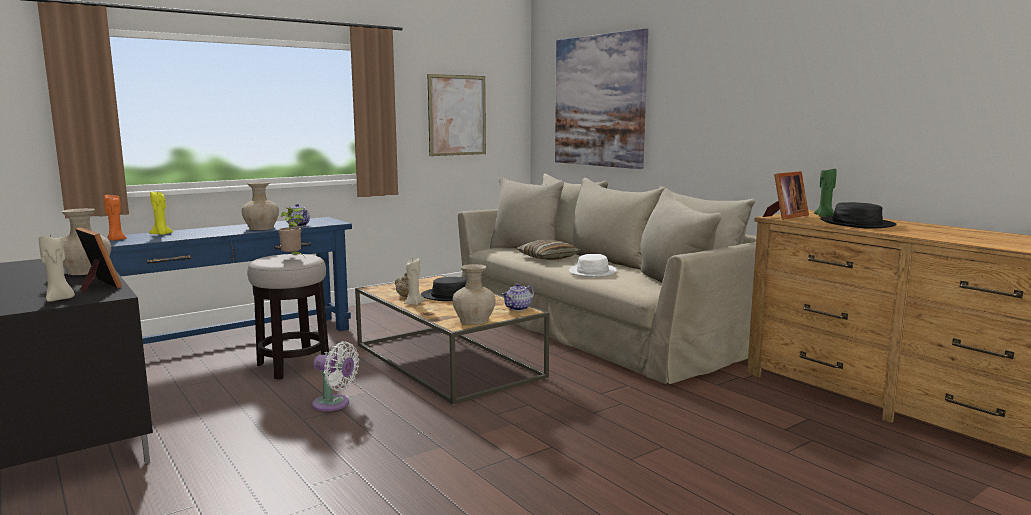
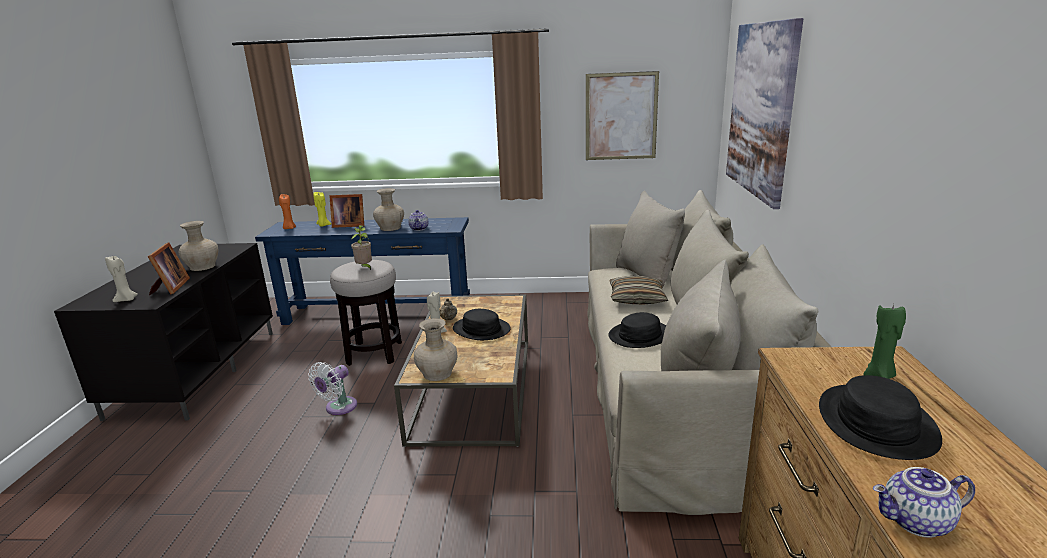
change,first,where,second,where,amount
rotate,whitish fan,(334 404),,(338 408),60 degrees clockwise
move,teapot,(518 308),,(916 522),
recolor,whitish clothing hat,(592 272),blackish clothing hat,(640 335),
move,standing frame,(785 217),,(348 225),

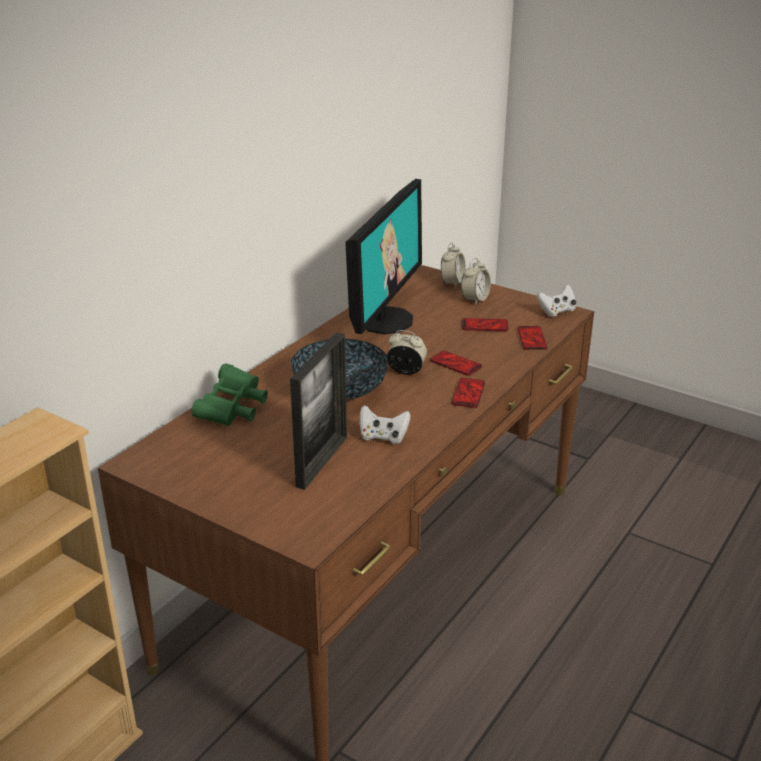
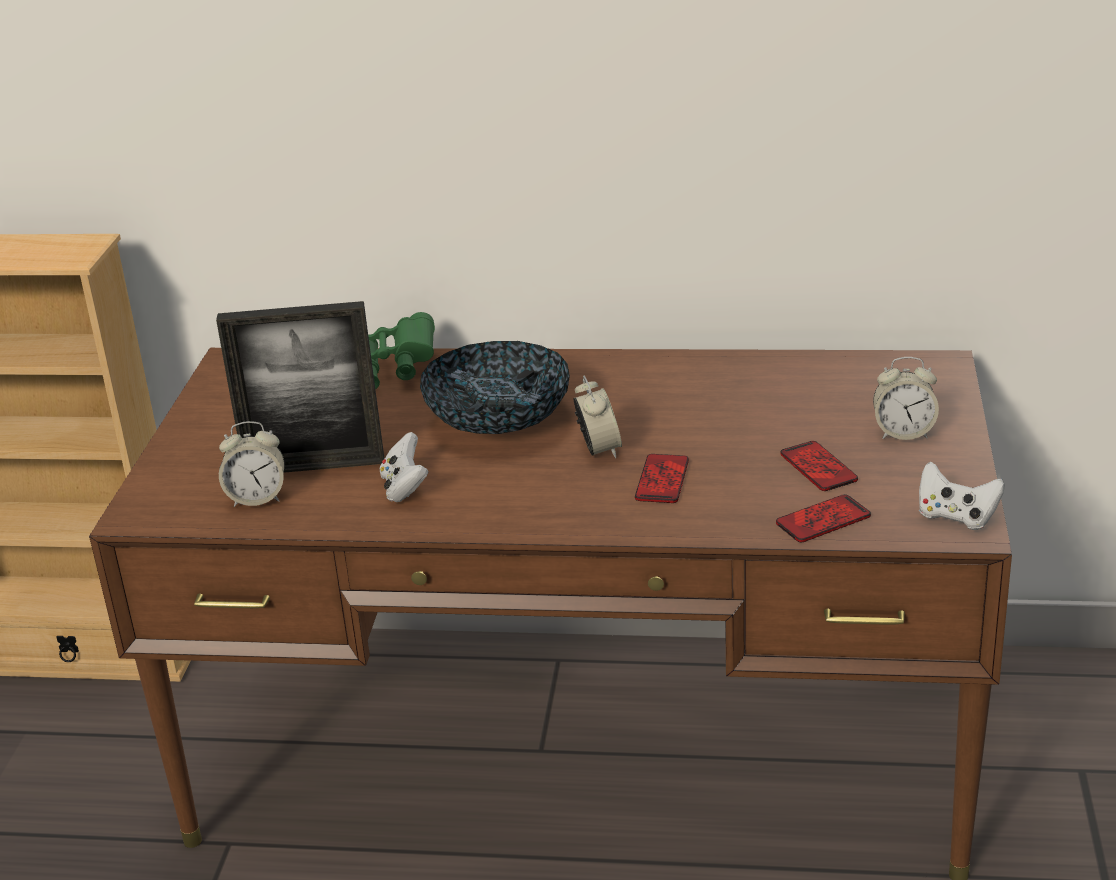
change,first,where,second,where,amount
delete,monitor,(385 320),,,
move,table clock,(452 283),,(257 498),
delete,phone,(468 393),,,

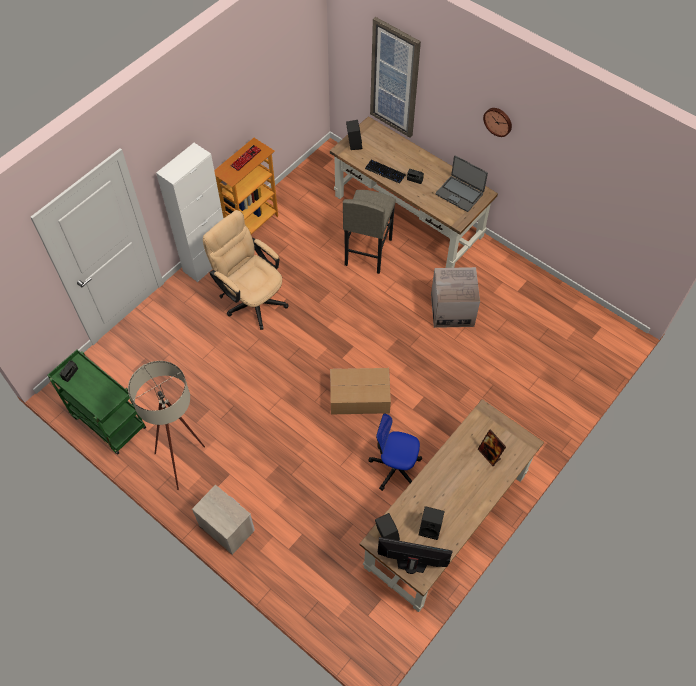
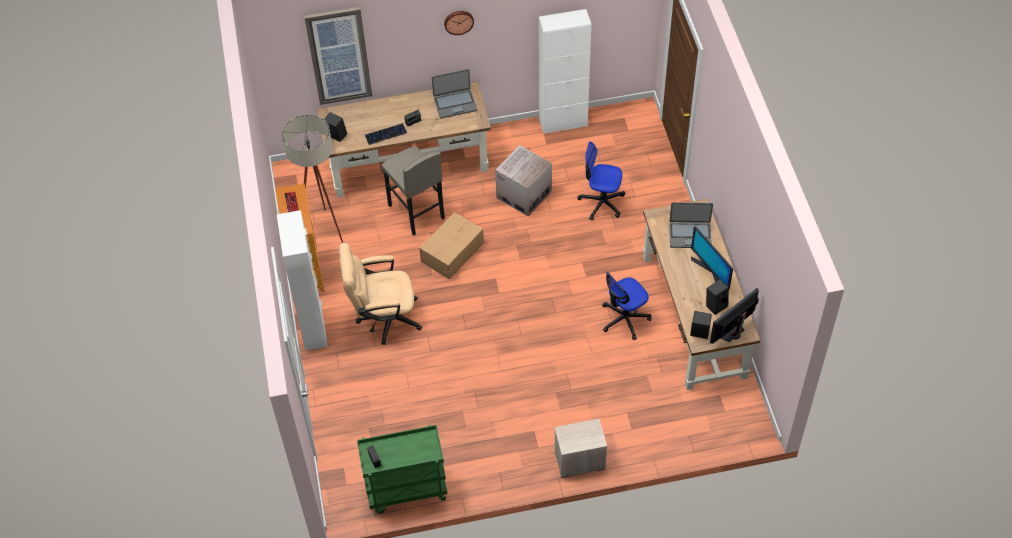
change,first,where,second,where,amount
move,beige-coloured floor lamp,(185 460),,(323 226),
move,packing box,(360 397),,(453 252),
replace,standing frame,(489 454),portable computer,(690 235),
insert,,,whitish cabinet,(563 122),
insert,,,computer chair,(601 202),
insert,,,monitor,(711 272),

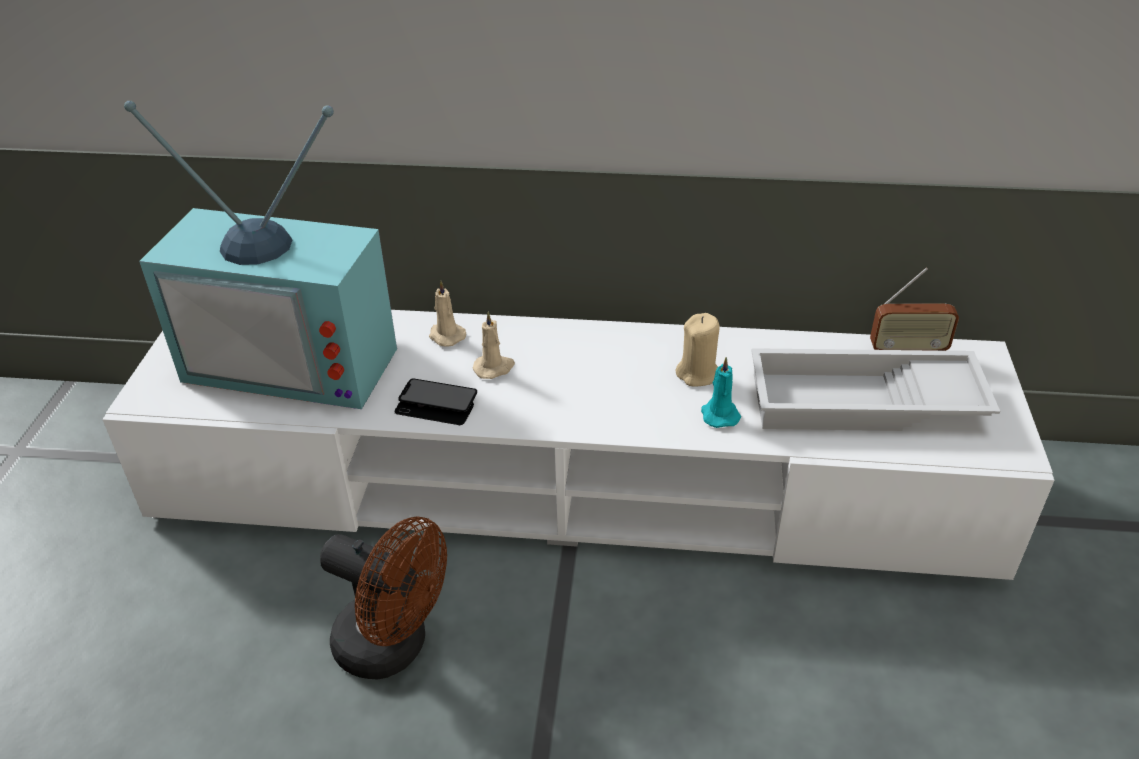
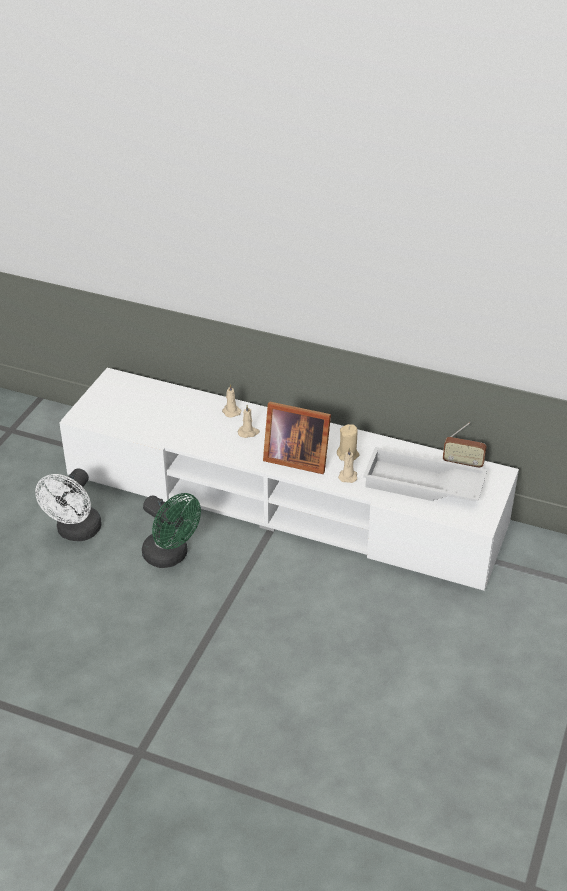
change,first,where,second,where,amount
delete,TV set,(298 359),,,
recolor,brownish fan,(394 647),greenish fan,(171 556),
delete,phone,(436 404),,,
recolor,blue-green wax candle,(719 414),beige-coloured wax candle,(348 476),
insert,,,whitish fan,(76 532),
insert,,,standing frame,(295 458),

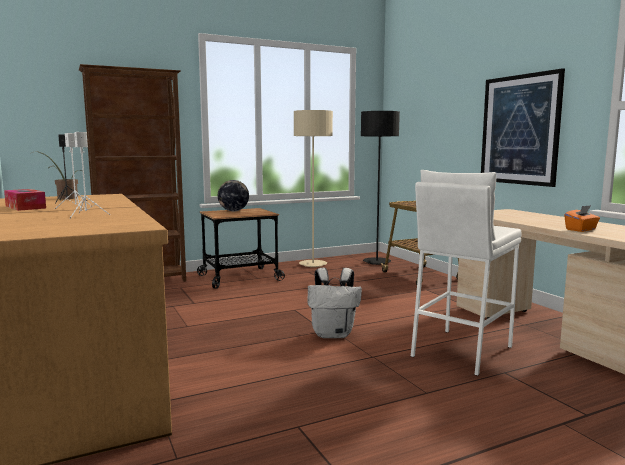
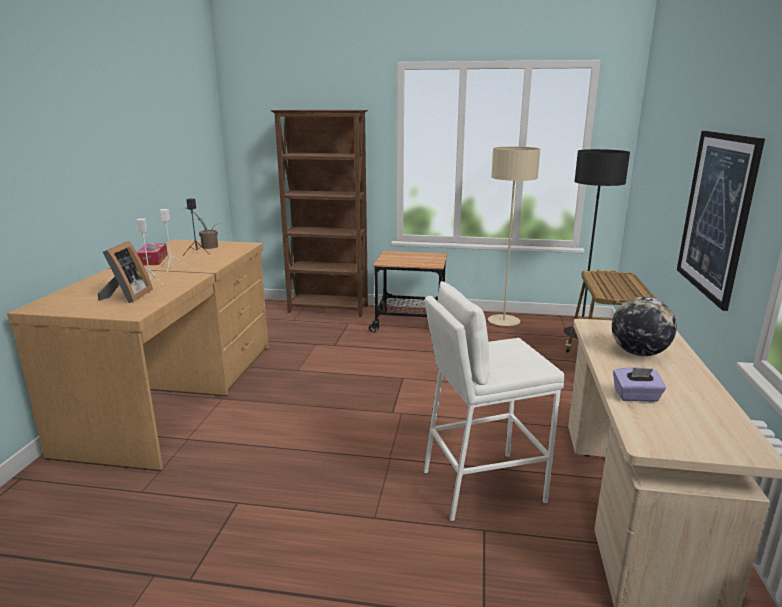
change,first,where,second,where,amount
move,desk globe,(233 211),,(638 353),
delete,whitish knapsack,(333 334),,,
recolor,orange-coloured tissue holder,(581 230),purplish tissue holder,(636 397),
insert,,,standing frame,(127 297),

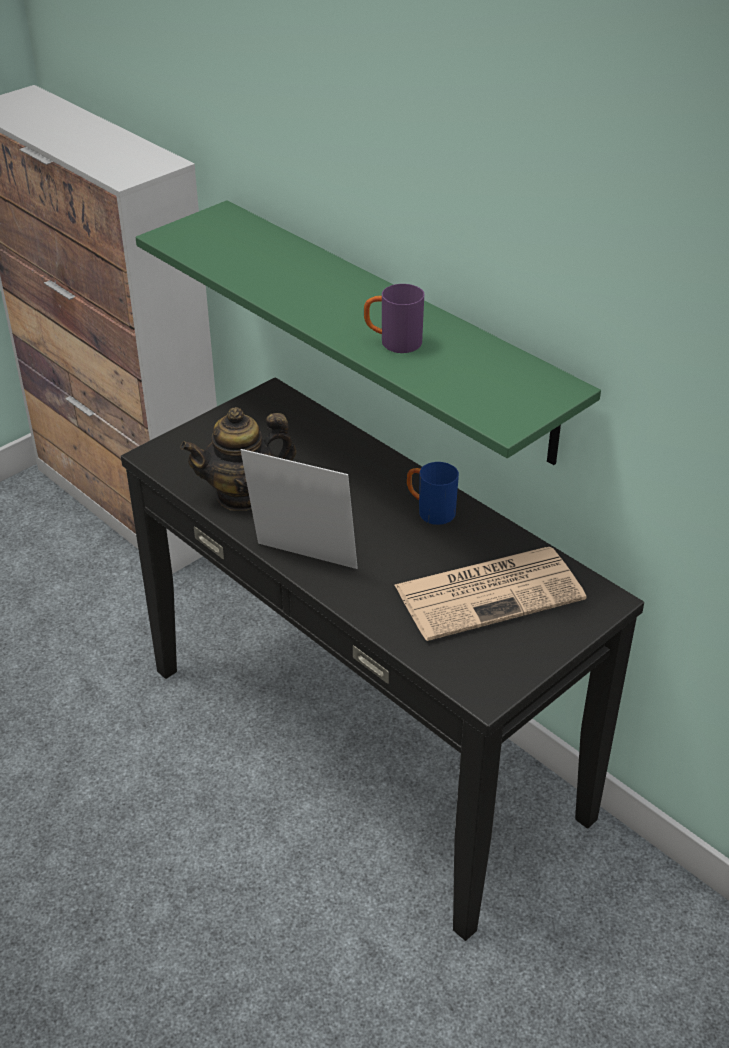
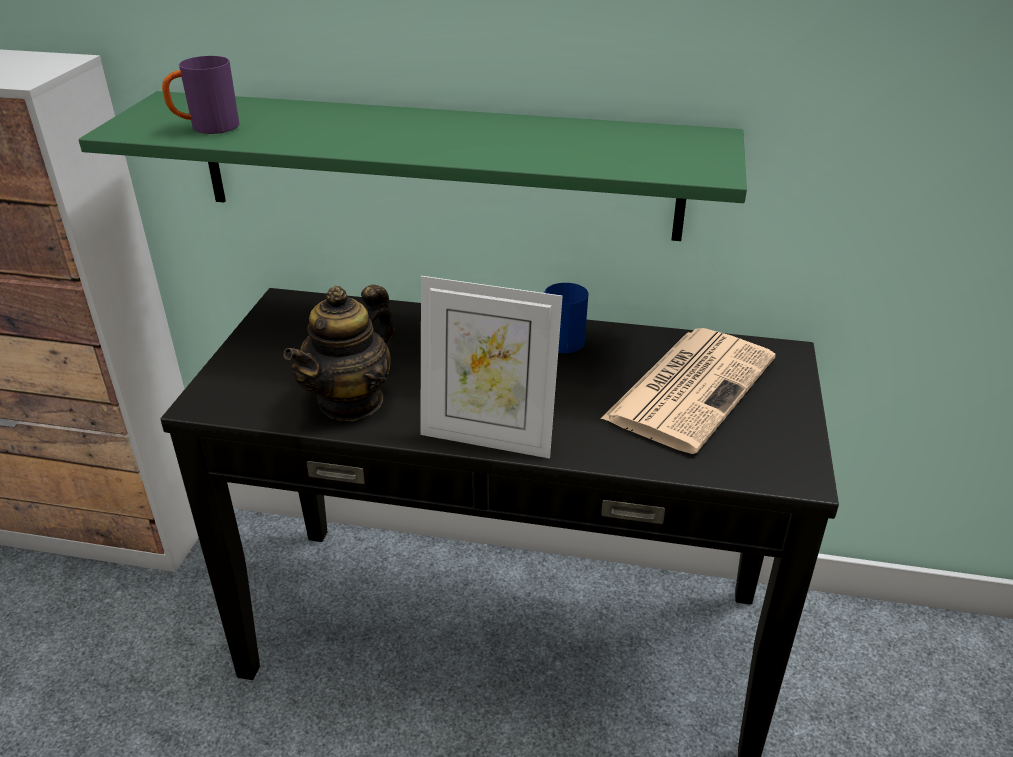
change,first,where,second,where,amount
rotate,standing frame,(302 562),,(488 437),150 degrees counterclockwise
move,purplish mug,(393 343),,(206 128),

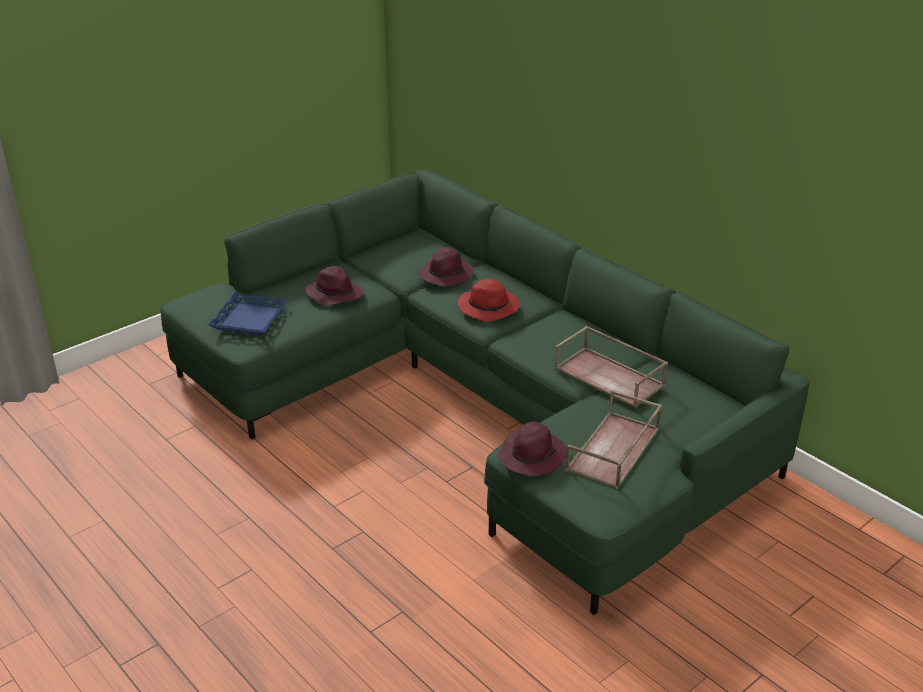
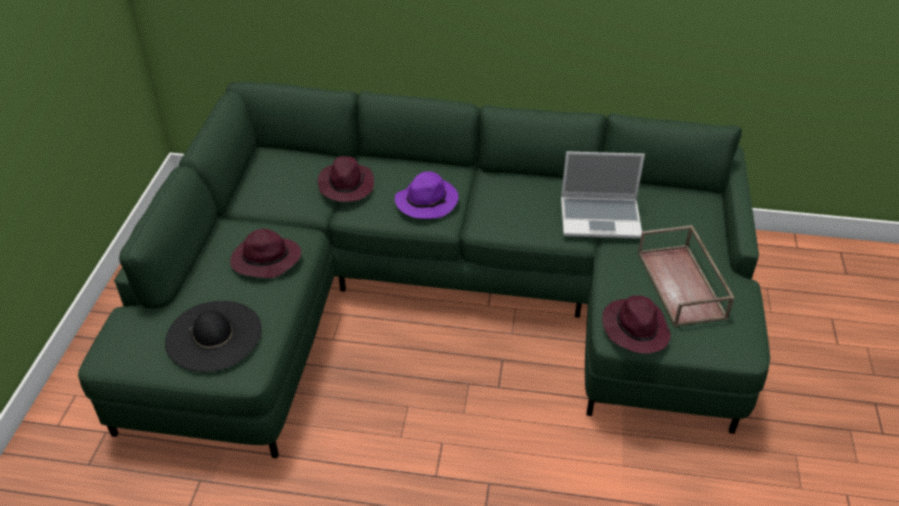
change,first,where,second,where,amount
replace,blue carrying tray,(250 319),blackish clothing hat,(214 335),
recolor,reddish clothing hat,(489 307),purplish clothing hat,(427 201),
replace,brownish carrying tray,(610 377),portable computer,(601 218),

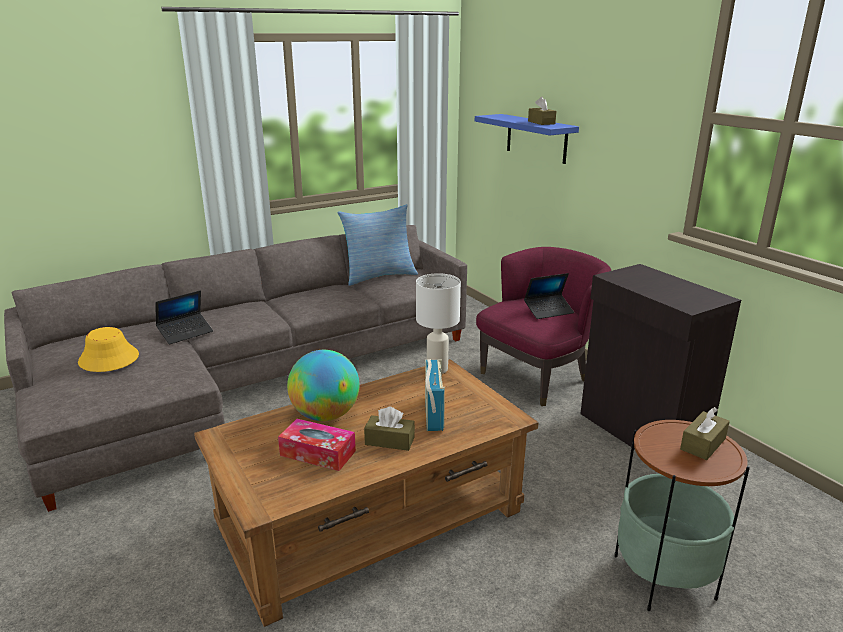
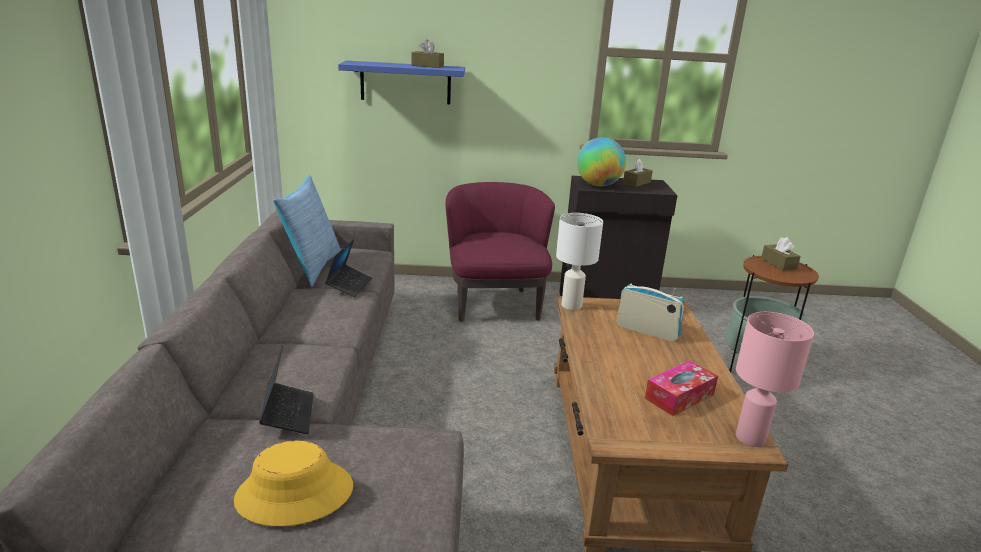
change,first,where,second,where,amount
move,desk globe,(326 415),,(598 185),
move,brownish tissue holder,(389 441),,(636 183),
move,portable computer,(548 311),,(349 285),
insert,,,pink-coloured table lamp,(750 438),

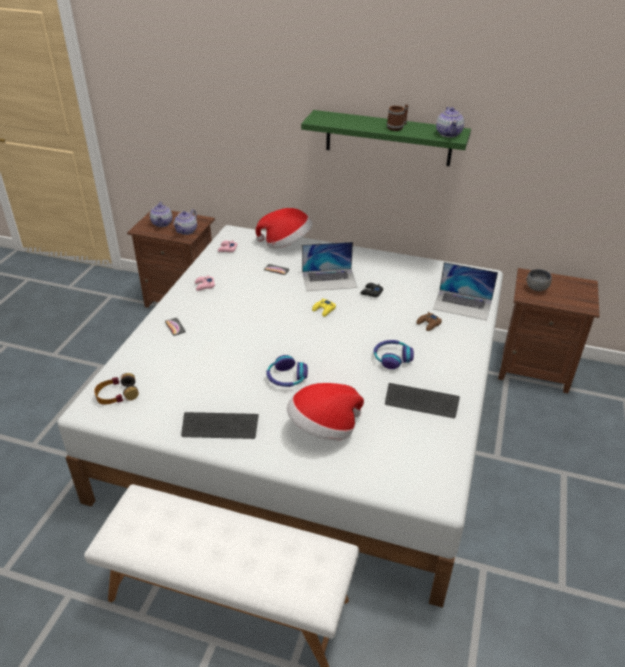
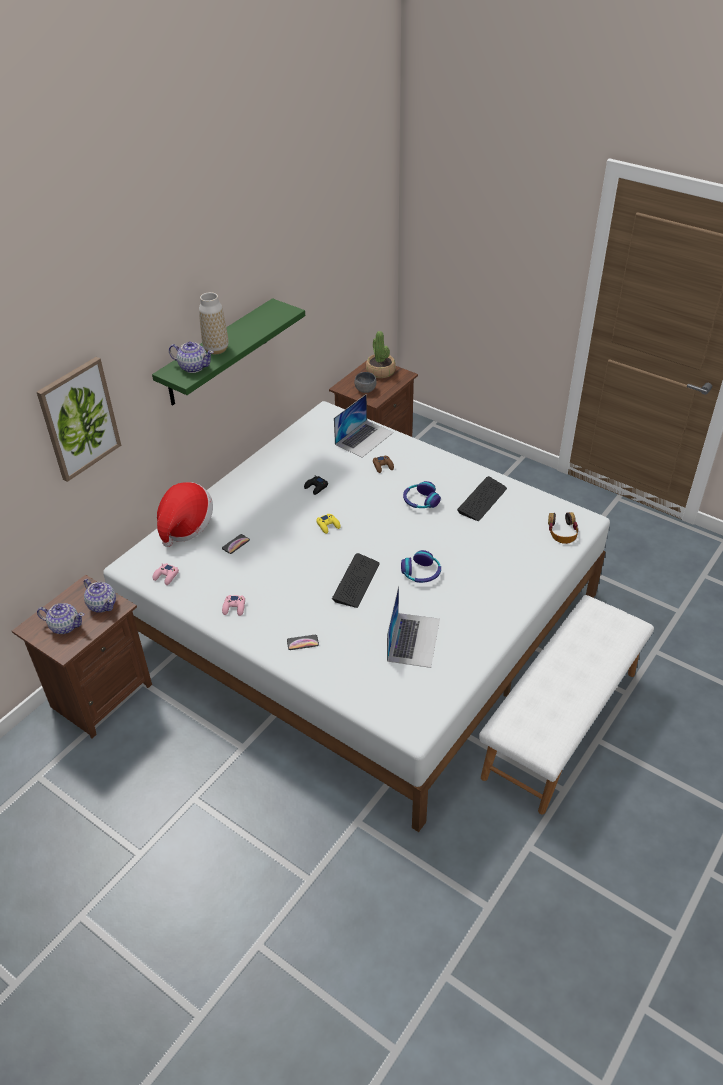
change,first,where,second,where,amount
move,headphones,(117 394),,(562 531),
move,PC keyboard,(220 427),,(356 581),
delete,clothing hat,(323 429),,,
move,portable computer,(329 279),,(413 639),
delete,mug,(397 127),,,
move,teapot,(449 133),,(193 367),
insert,,,picture,(79 419),
insert,,,decorative vase,(216 349),
insert,,,potted plant,(380 371),

